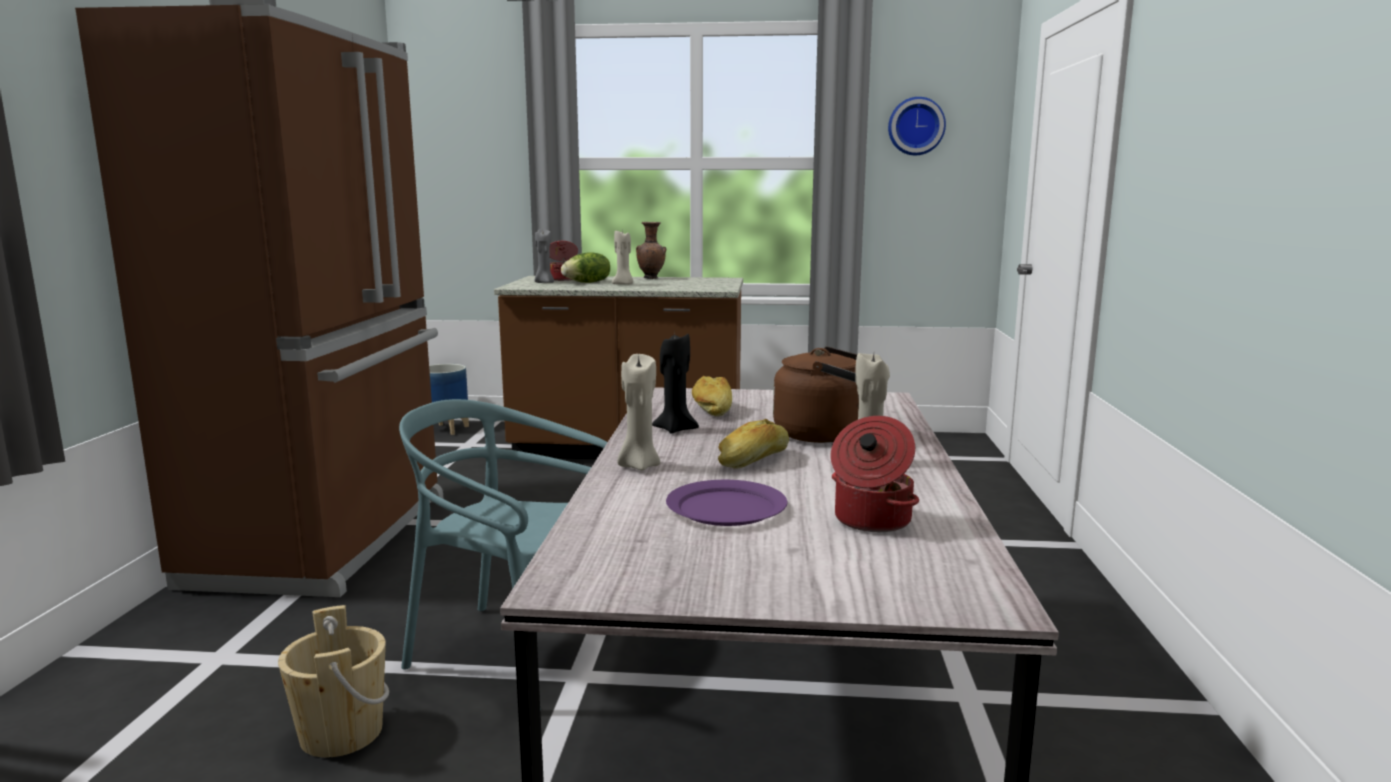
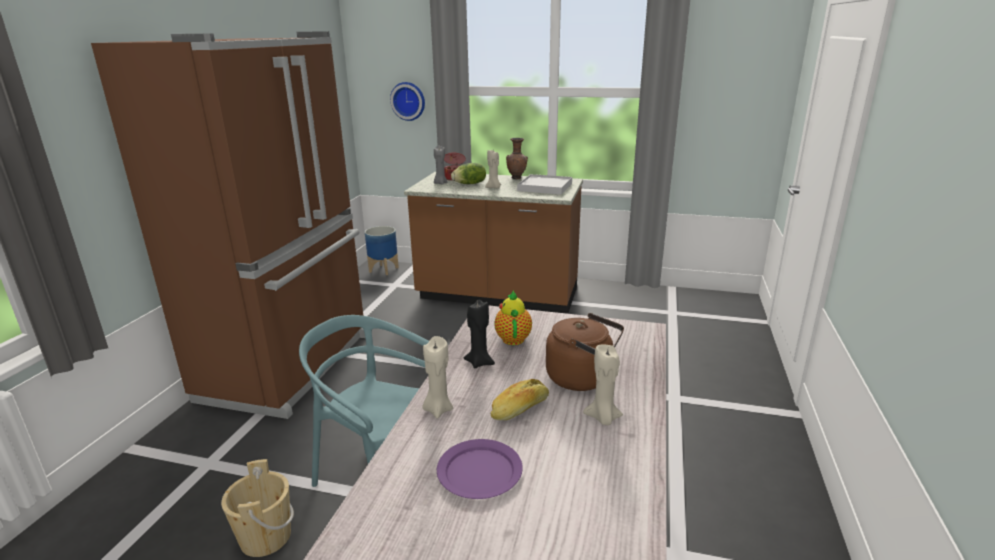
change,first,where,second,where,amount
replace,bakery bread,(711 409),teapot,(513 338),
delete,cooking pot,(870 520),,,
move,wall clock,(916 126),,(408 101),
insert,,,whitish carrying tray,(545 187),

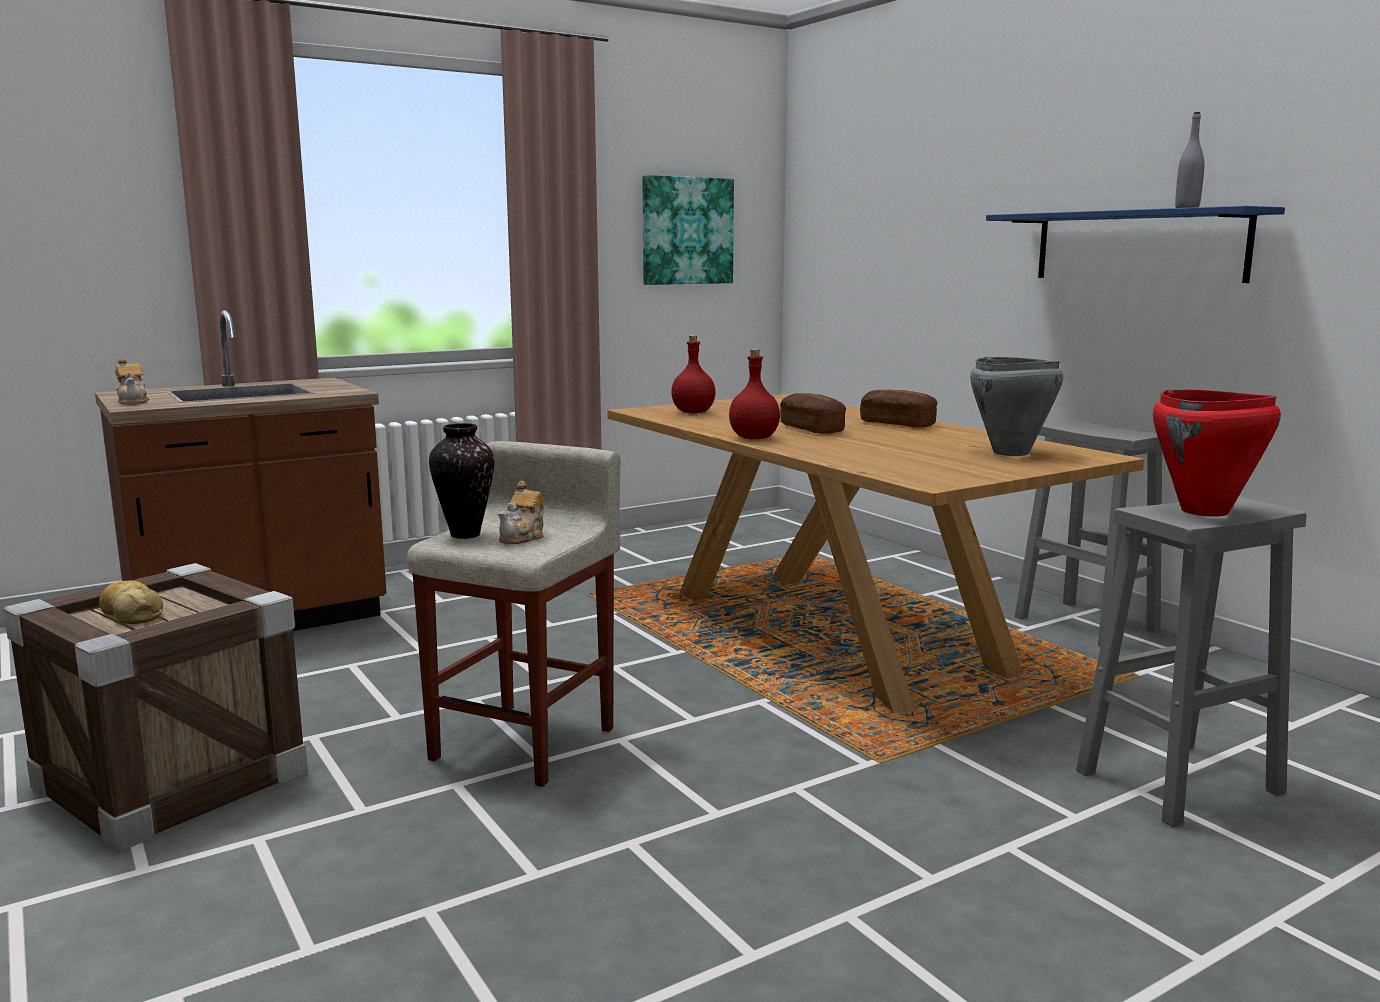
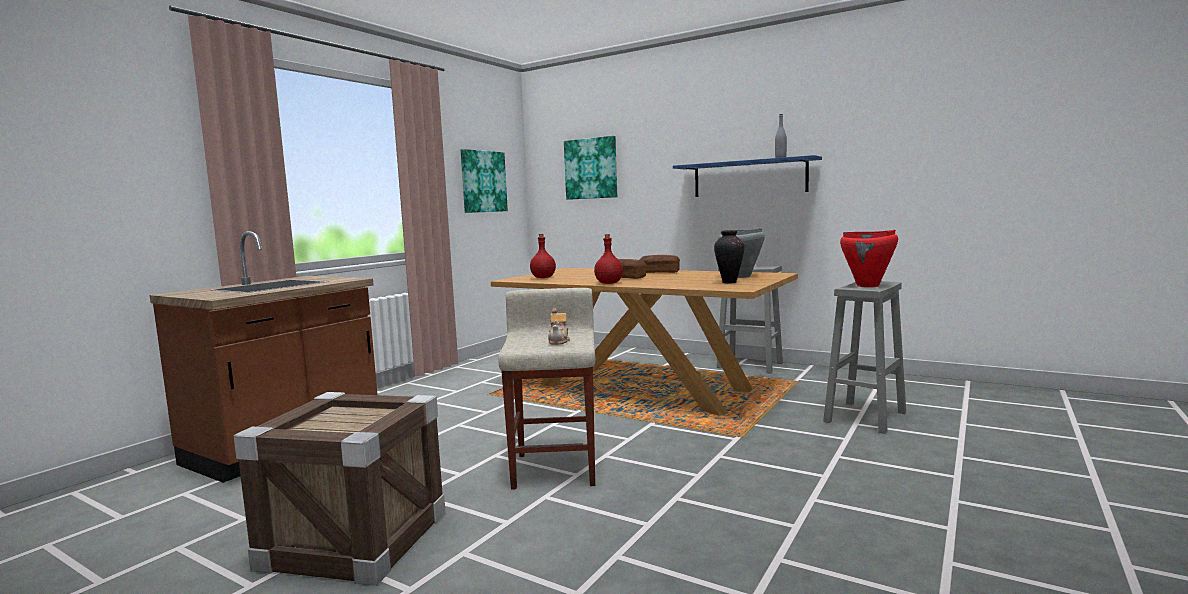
change,first,where,second,where,amount
delete,bakery bread,(132 614),,,
delete,teapot,(133 401),,,
move,decorative vase,(465 534),,(729 282),
insert,,,picture,(591 168),

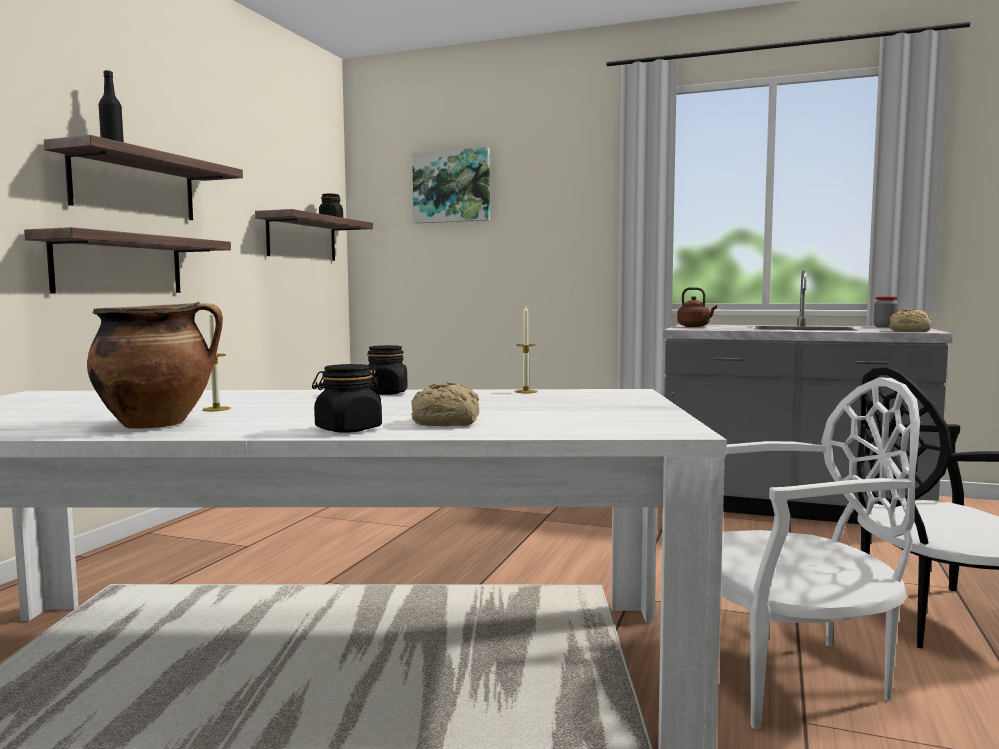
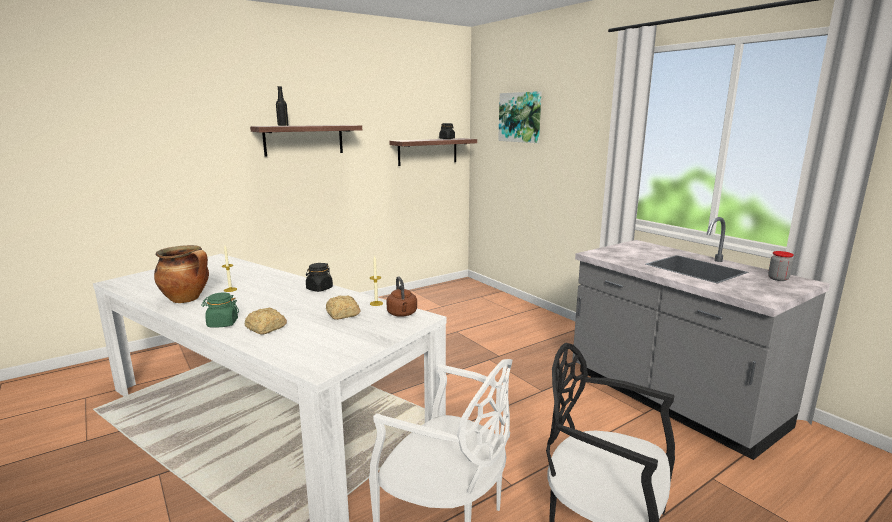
change,first,where,second,where,amount
delete,wall shelf,(119 265),,,
recolor,blackish storage jar,(348 429),greenish storage jar,(222 323),
move,brownish tea kettle,(695 326),,(402 314),
move,bakery bread,(911 331),,(342 314),

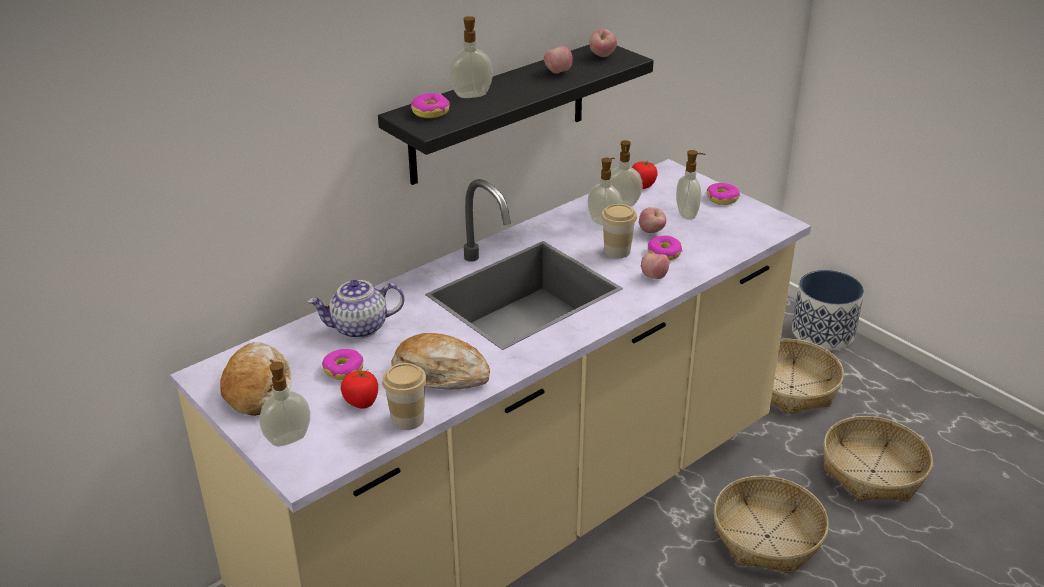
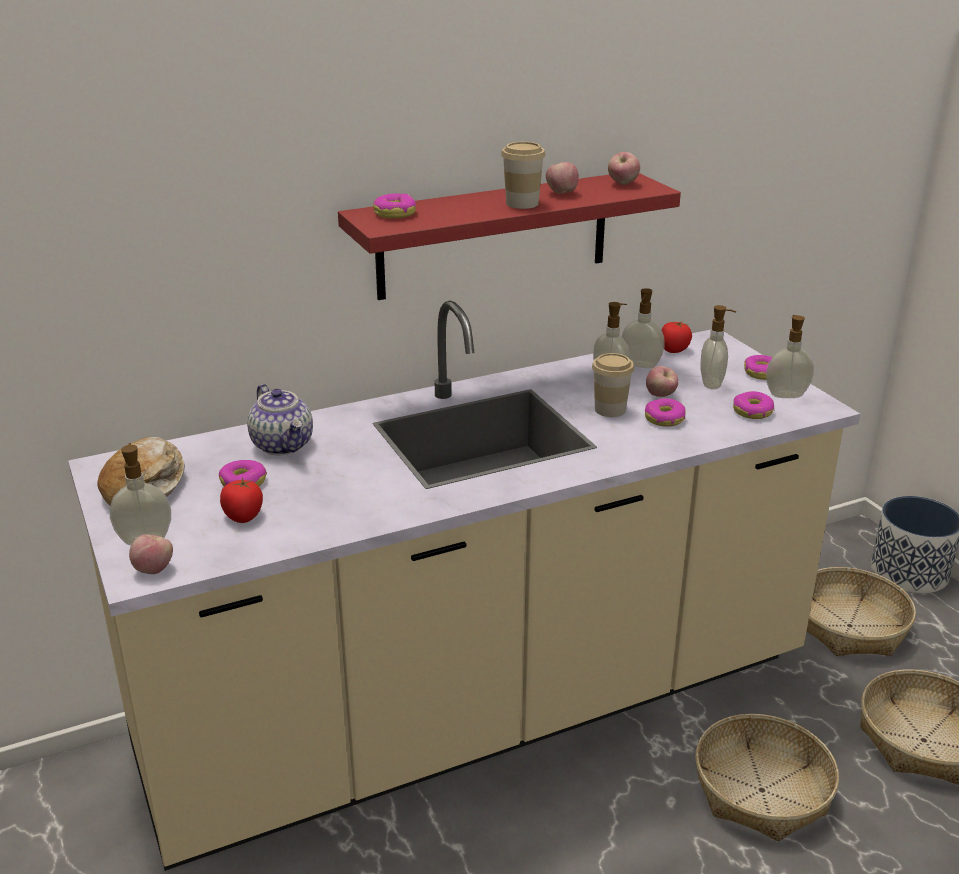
change,first,where,second,where,amount
rotate,teapot,(359 328),,(283 445),120 degrees counterclockwise
recolor,blackish wall shelf,(498 113),reddish wall shelf,(494 235),
move,drinking cup,(407 419),,(522 203),
delete,bakery bread,(440 373),,,
move,liquid soap bottle,(471 95),,(786 394),
move,whole apple,(654 276),,(154 569),
insert,,,doughnut,(752 412),

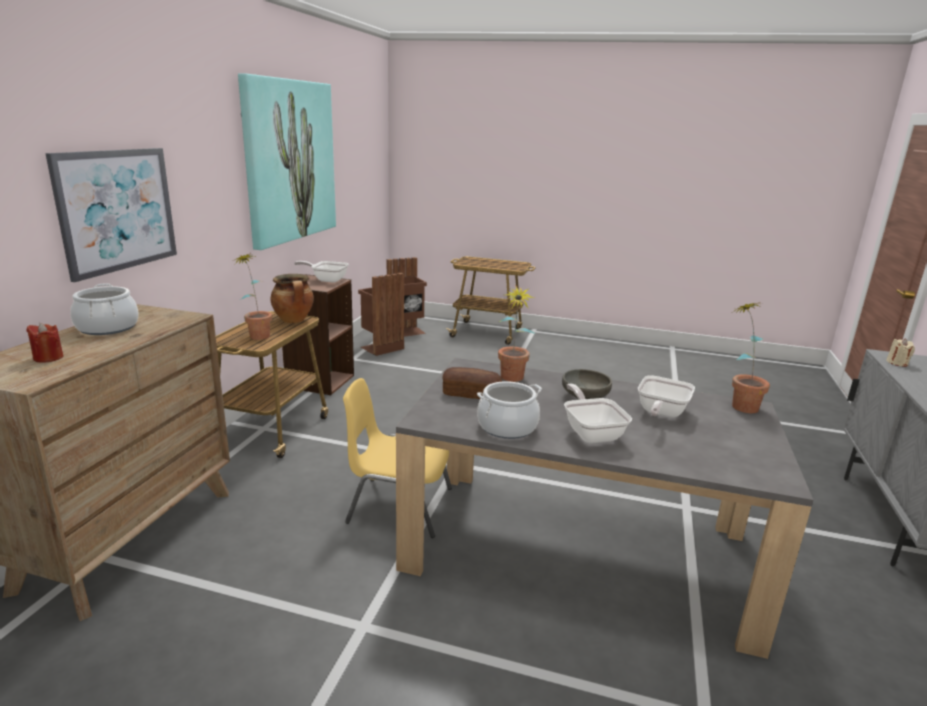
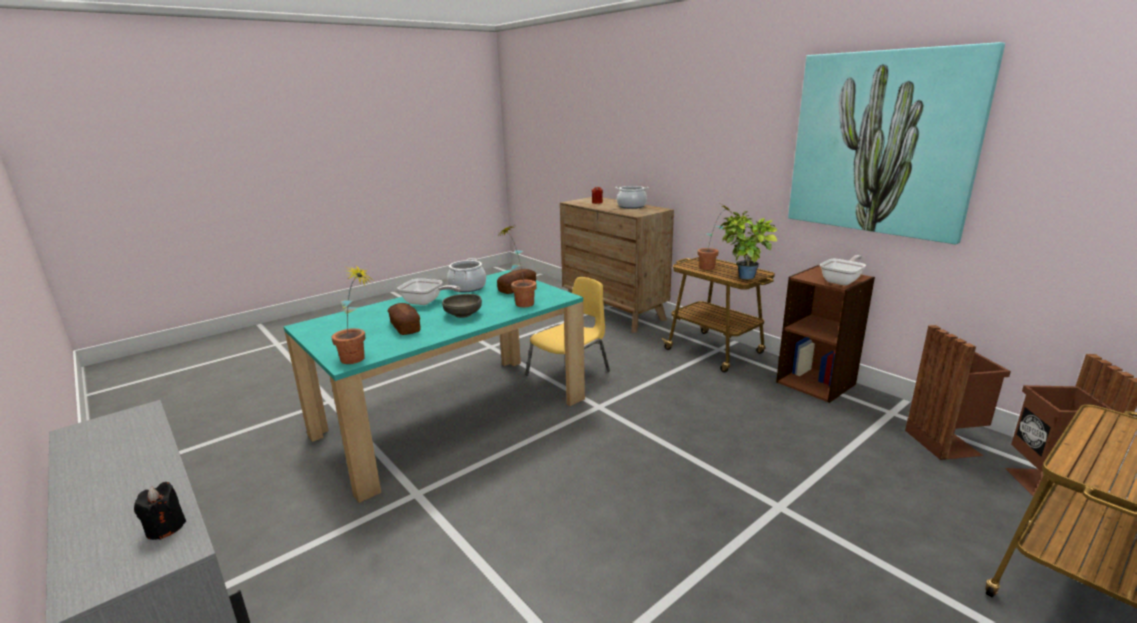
change,first,where,second,where,amount
delete,picture,(117 210),,,
replace,cooking pot,(294 320),potted plant,(742 278),
recolor,gray kitchen table,(578 550),blue-green kitchen table,(452 416),
replace,skillet,(660 413),bakery bread,(405 327),
recolor,beige-coloured wax candle,(897 363),blackish wax candle,(165 528),

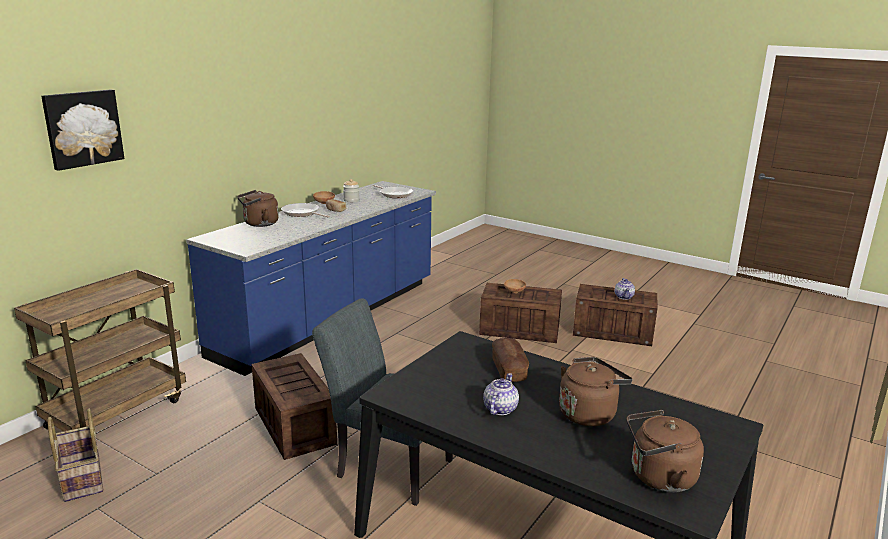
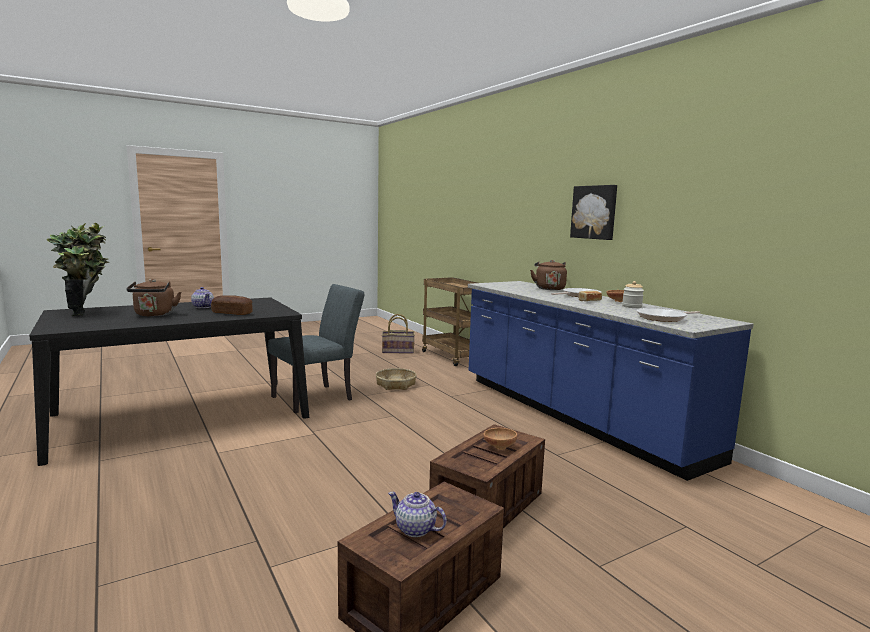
change,first,where,second,where,amount
move,picture,(82 128),,(594 212),
replace,crate,(293 425),household basket,(396 384),
replace,brownish tea kettle,(658 478),potted plant,(86 312),

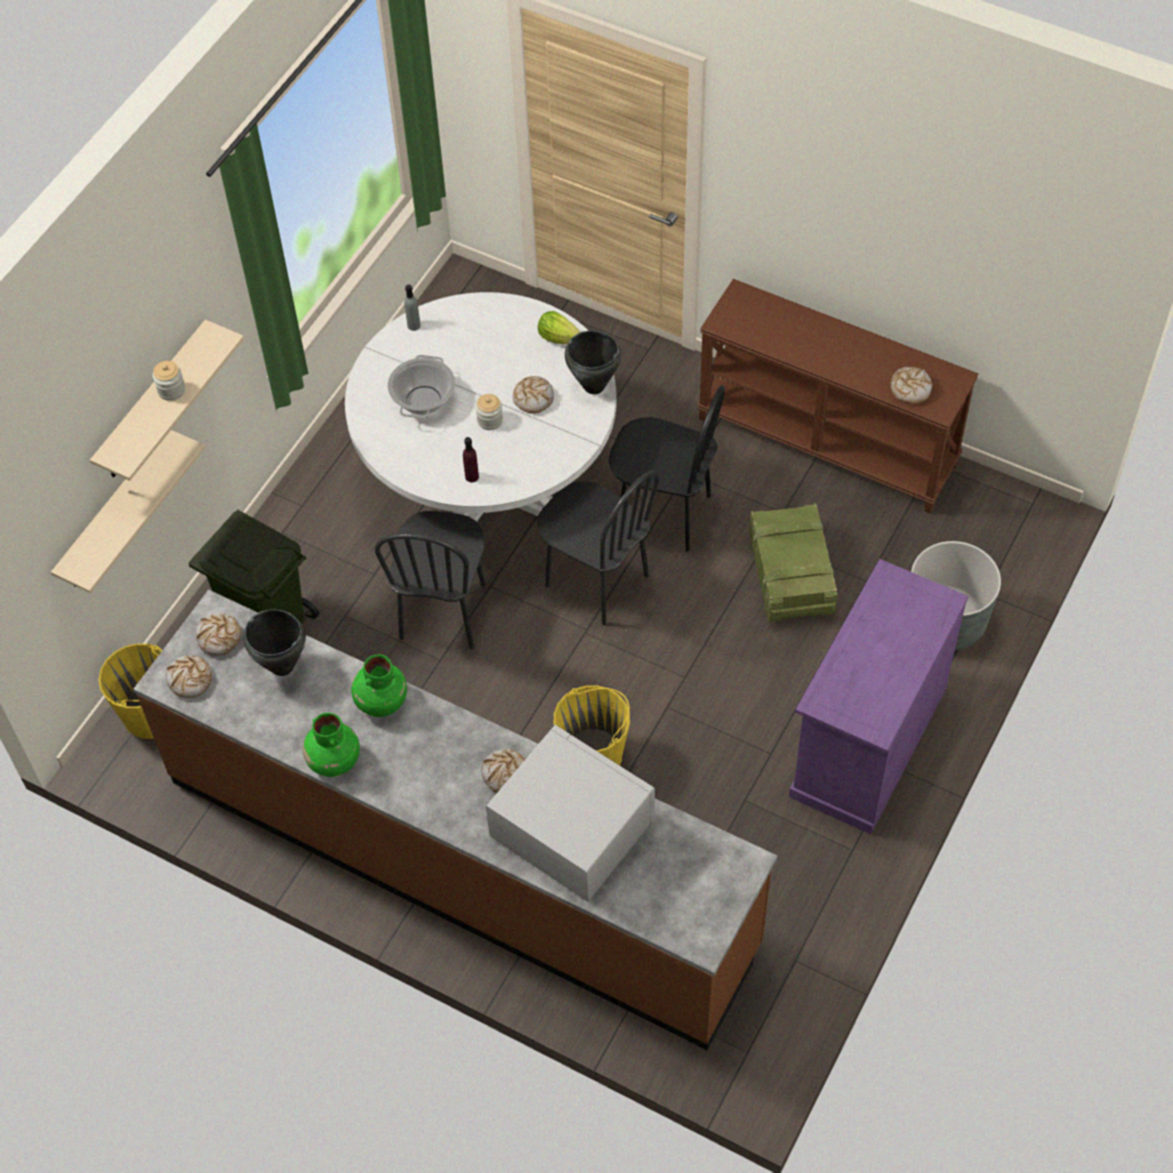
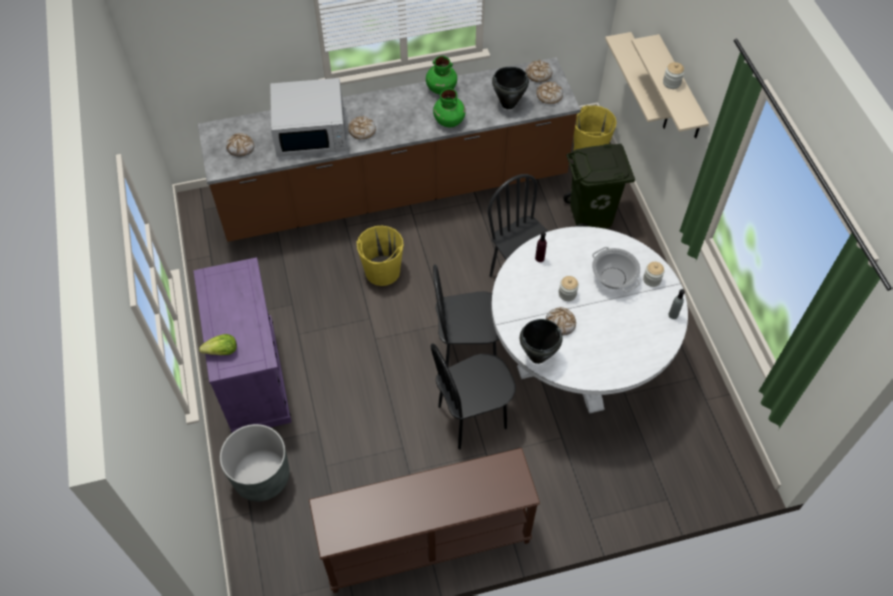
change,first,where,second,where,amount
move,head of lettuce,(558 337),,(222 351),
delete,crate,(791 577),,,
move,bakery bread,(910 388),,(241 148),
insert,,,storage jar,(652 279),

